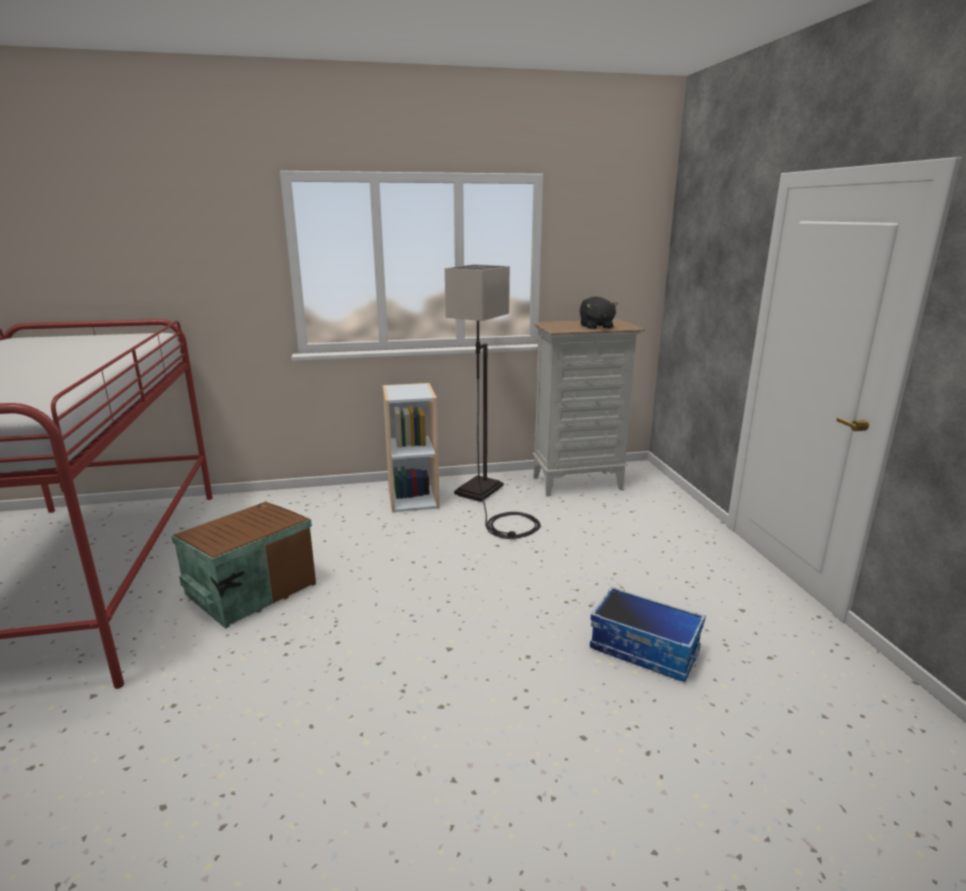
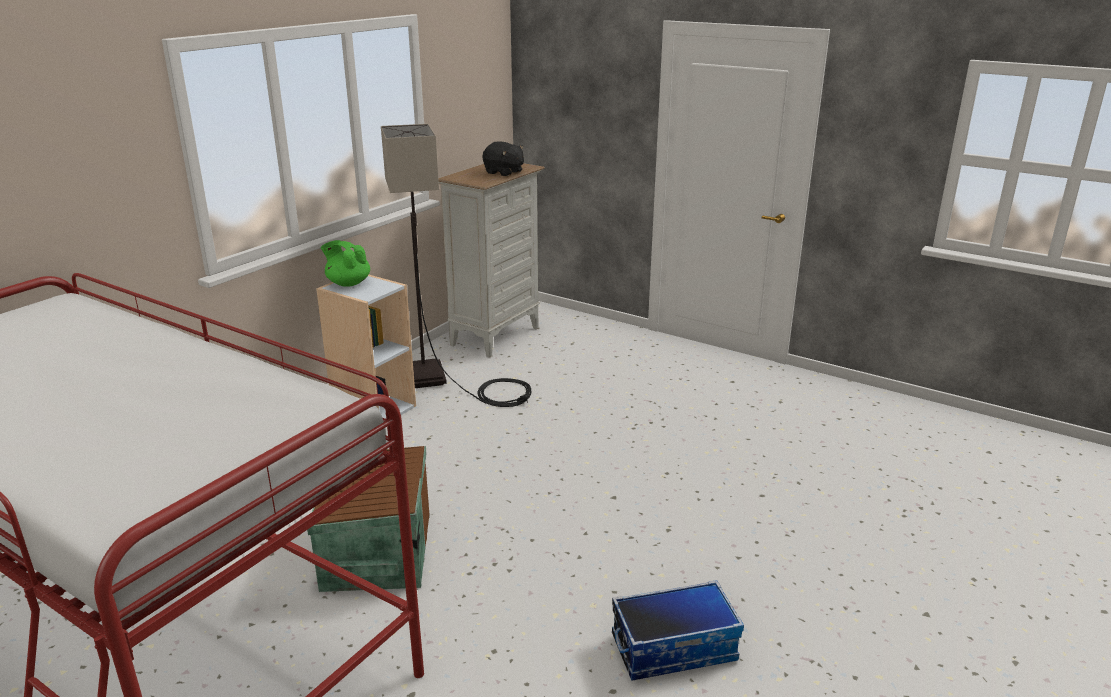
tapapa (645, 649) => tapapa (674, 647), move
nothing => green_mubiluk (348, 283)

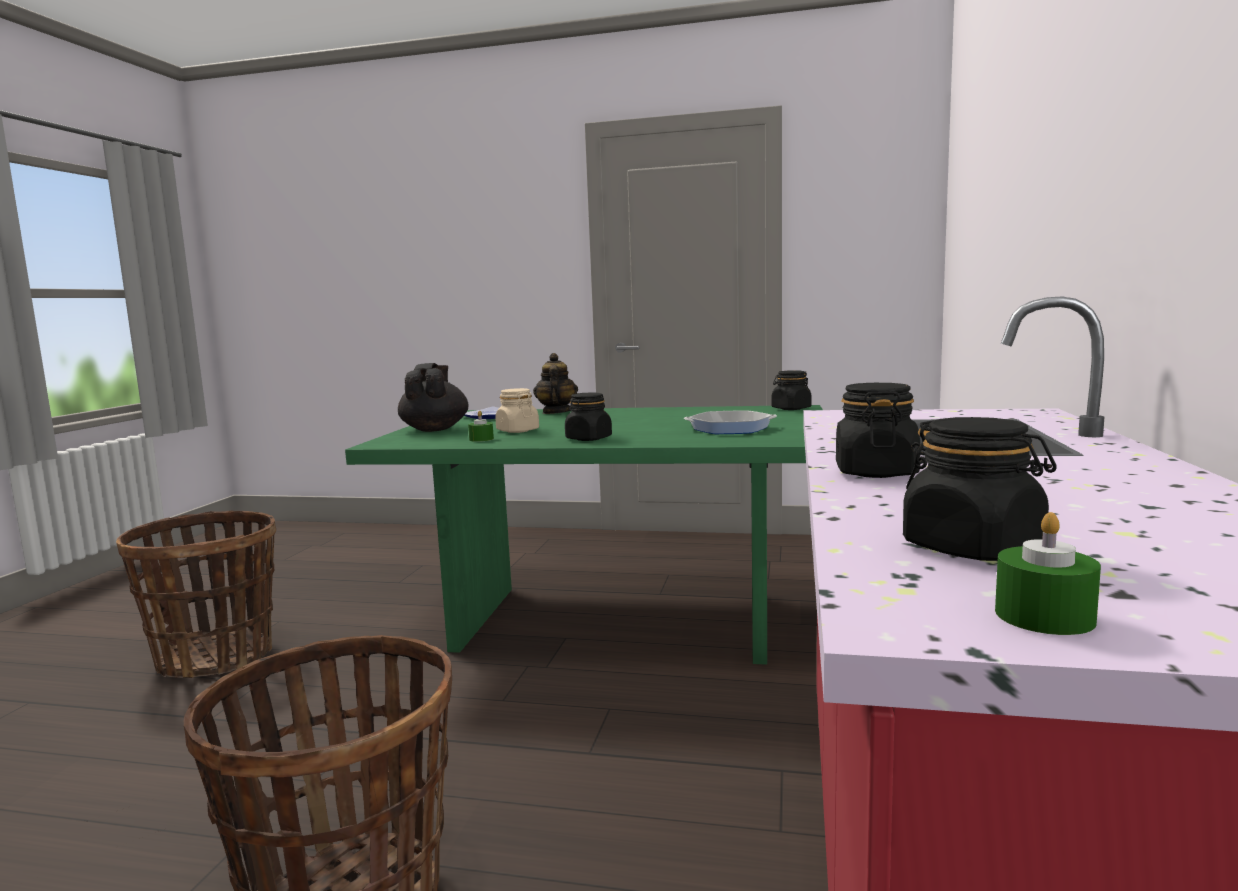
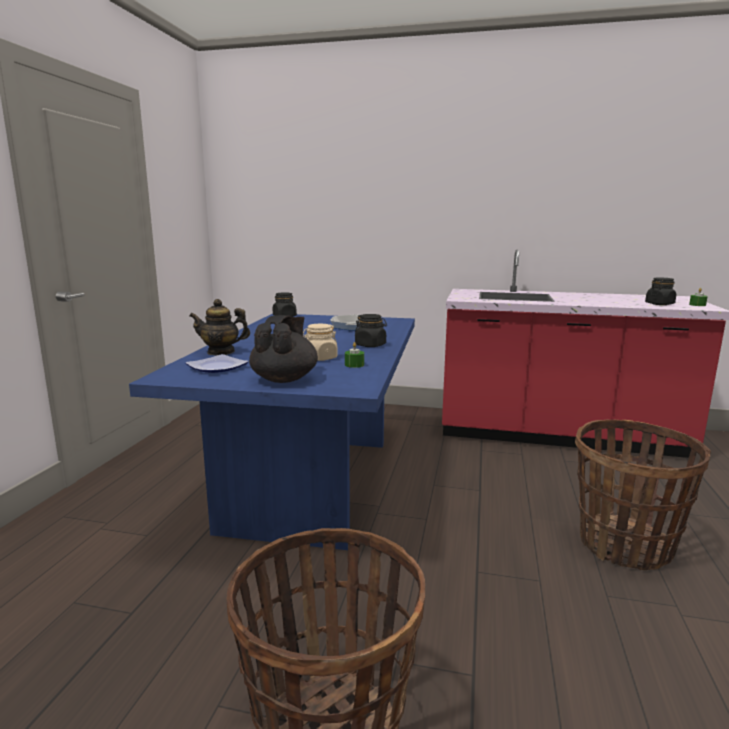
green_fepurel (618, 621) => blue_fepurel (310, 481)
black_mubiluk (435, 429) => black_mubiluk (285, 379), 105 degrees clockwise
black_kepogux (875, 472) => nothing

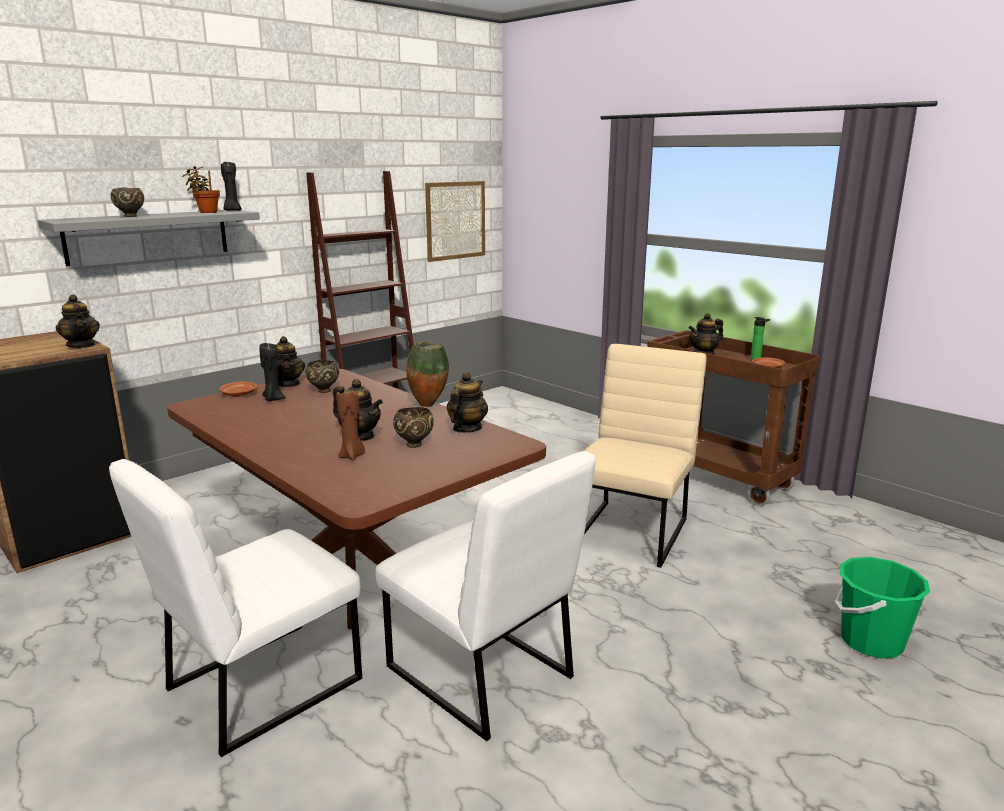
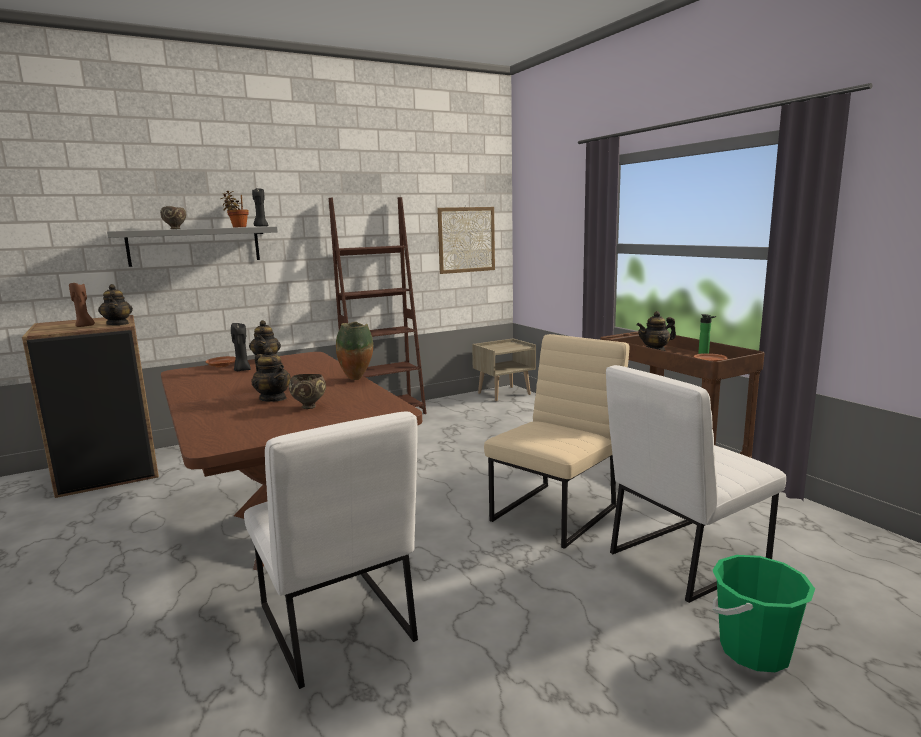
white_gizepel (258, 686) => white_gizepel (684, 558), move
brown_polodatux (323, 391) => nothing
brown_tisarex (352, 456) => brown_tisarex (84, 326), move
mubiluk (466, 428) => nothing
nothing => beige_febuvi (504, 393)

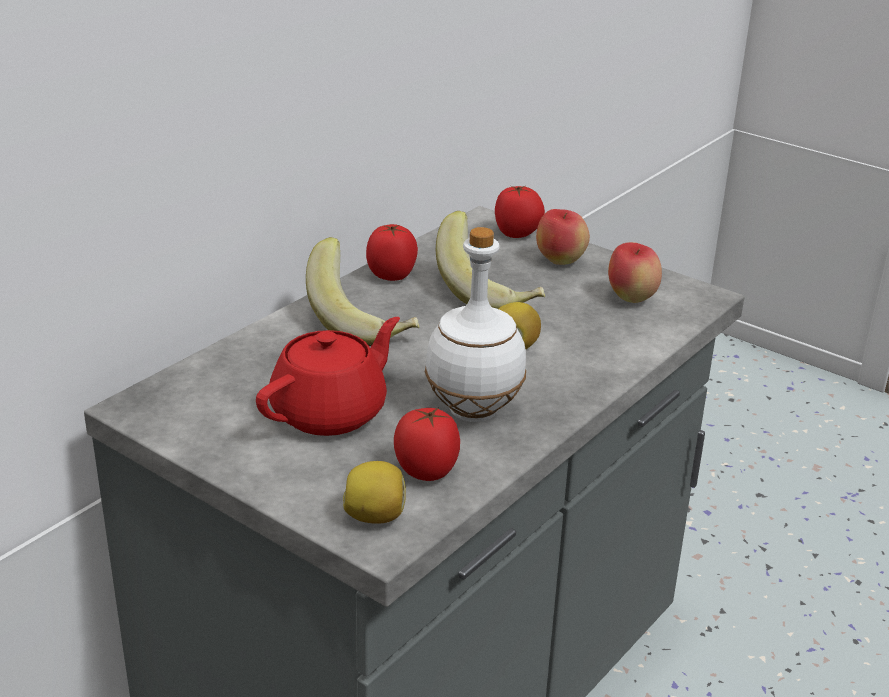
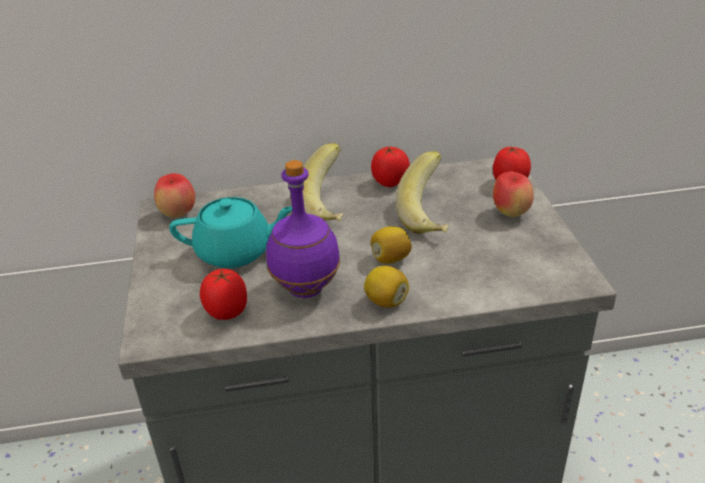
red_mubiluk (331, 412) => turquoise_mubiluk (236, 252)
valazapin (375, 516) => valazapin (386, 301), move
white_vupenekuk (473, 410) => purple_vupenekuk (306, 288)
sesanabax (631, 299) => sesanabax (178, 214), move

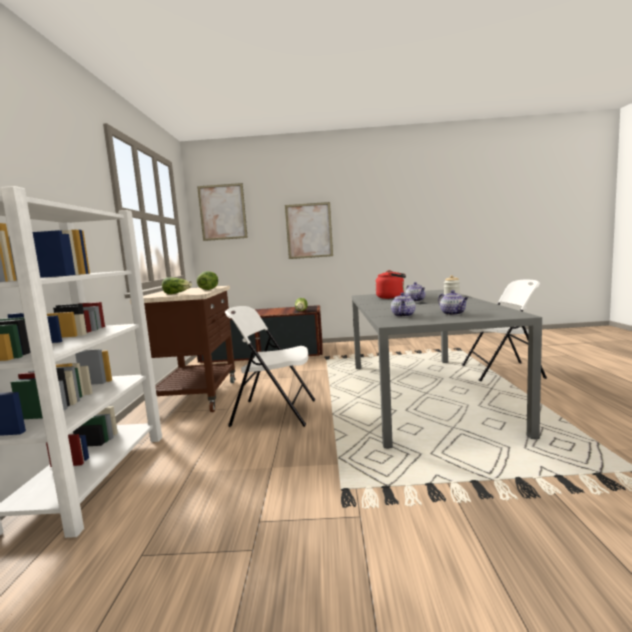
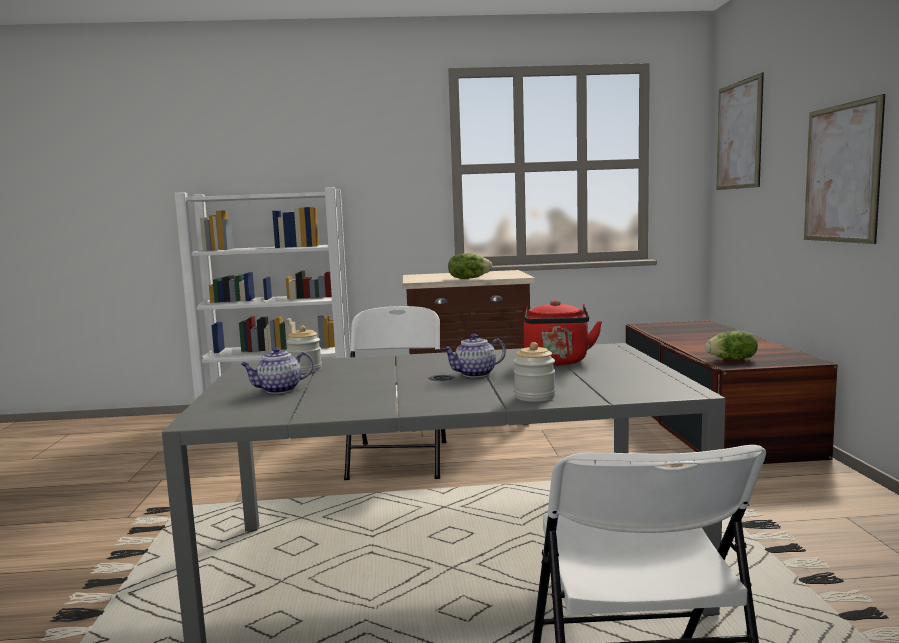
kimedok (177, 293) => nothing
mubiluk (403, 315) => kepogux (305, 370)

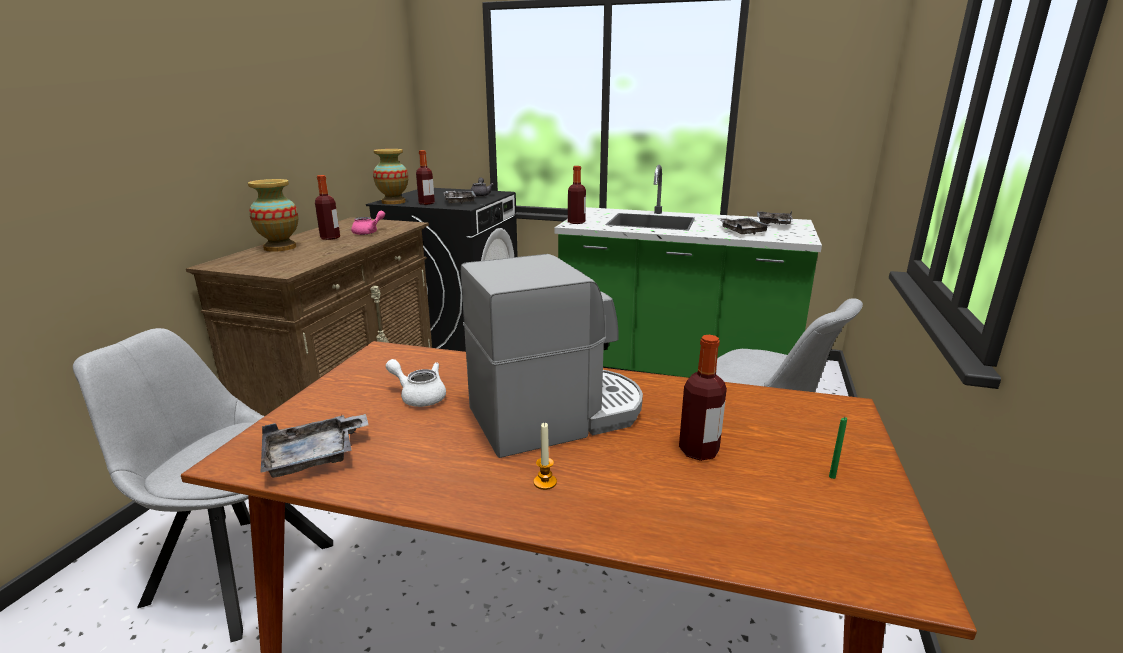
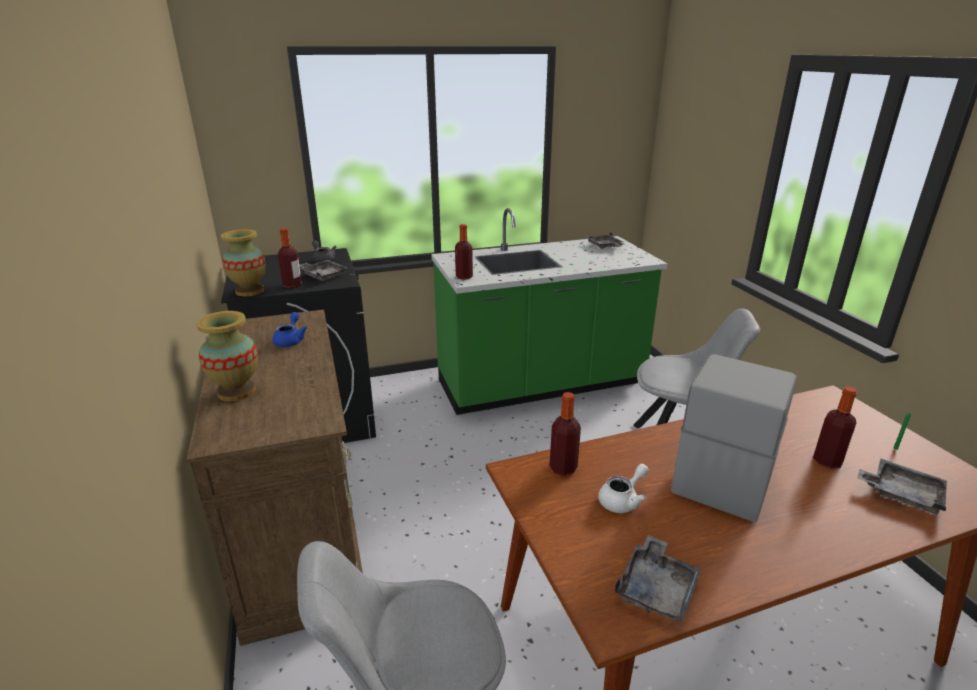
vupenekuk (330, 238) => vupenekuk (563, 468), move
pink_mubiluk (369, 232) => blue_mubiluk (291, 340)
white_mubiluk (419, 396) => white_mubiluk (623, 500), 150 degrees clockwise
tisarex (545, 482) => nothing
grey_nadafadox (742, 231) => grey_nadafadox (901, 494), move

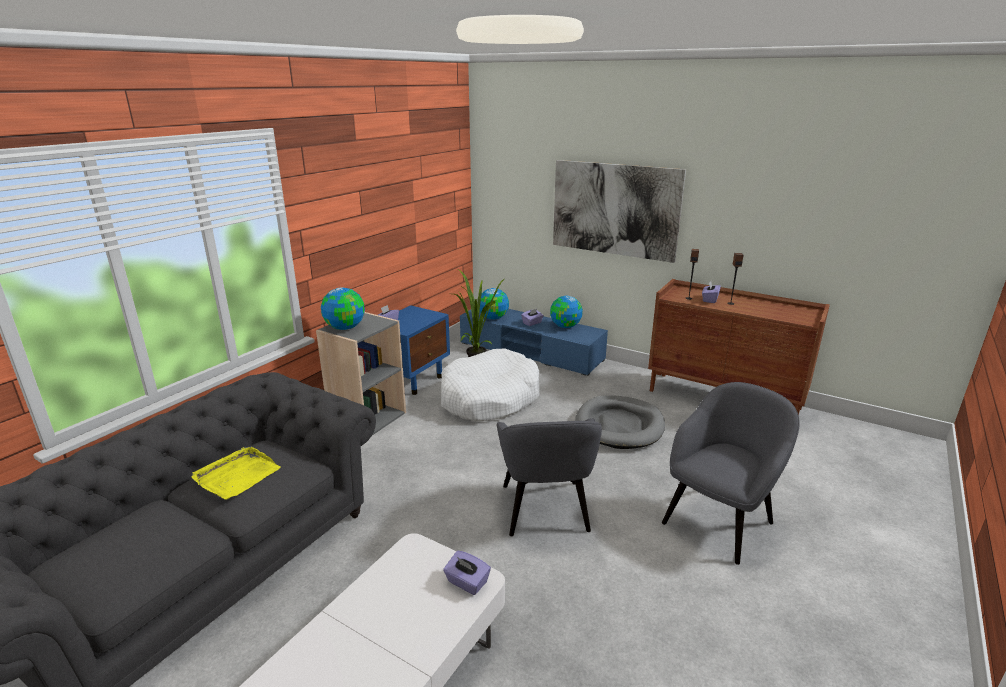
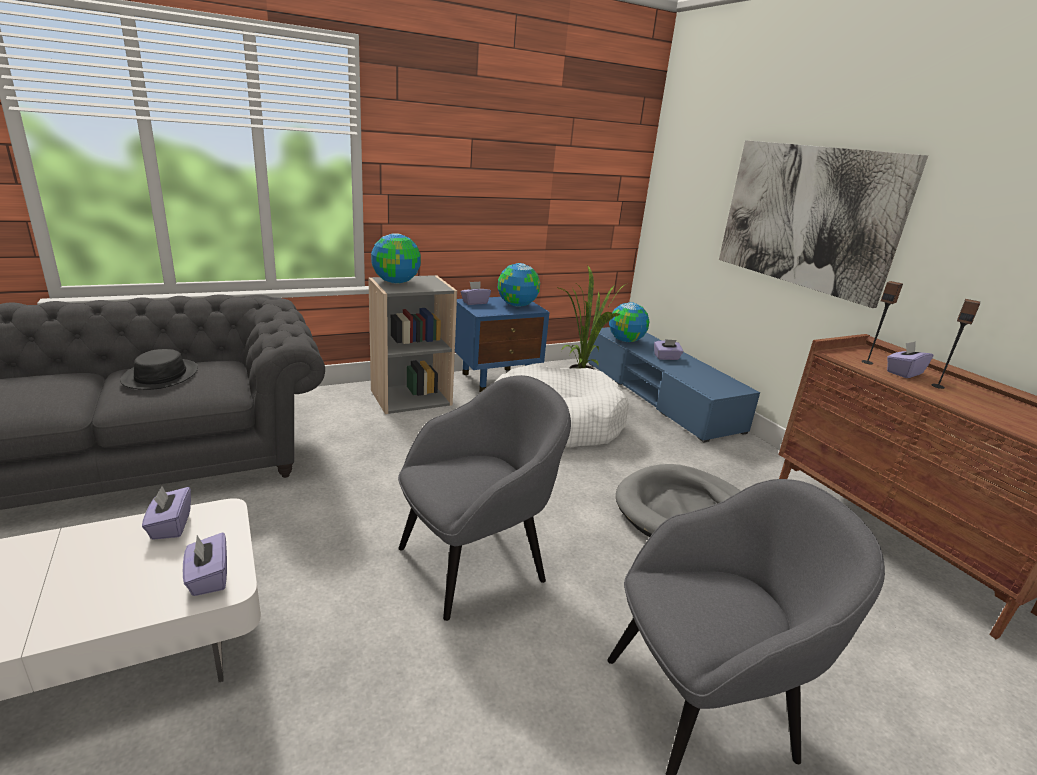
yellow_nadafadox (236, 476) => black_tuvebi (161, 375)
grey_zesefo (545, 509) => grey_zesefo (474, 562), 150 degrees counterclockwise
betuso (565, 326) => betuso (516, 305), move
nothing => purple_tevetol (170, 526)

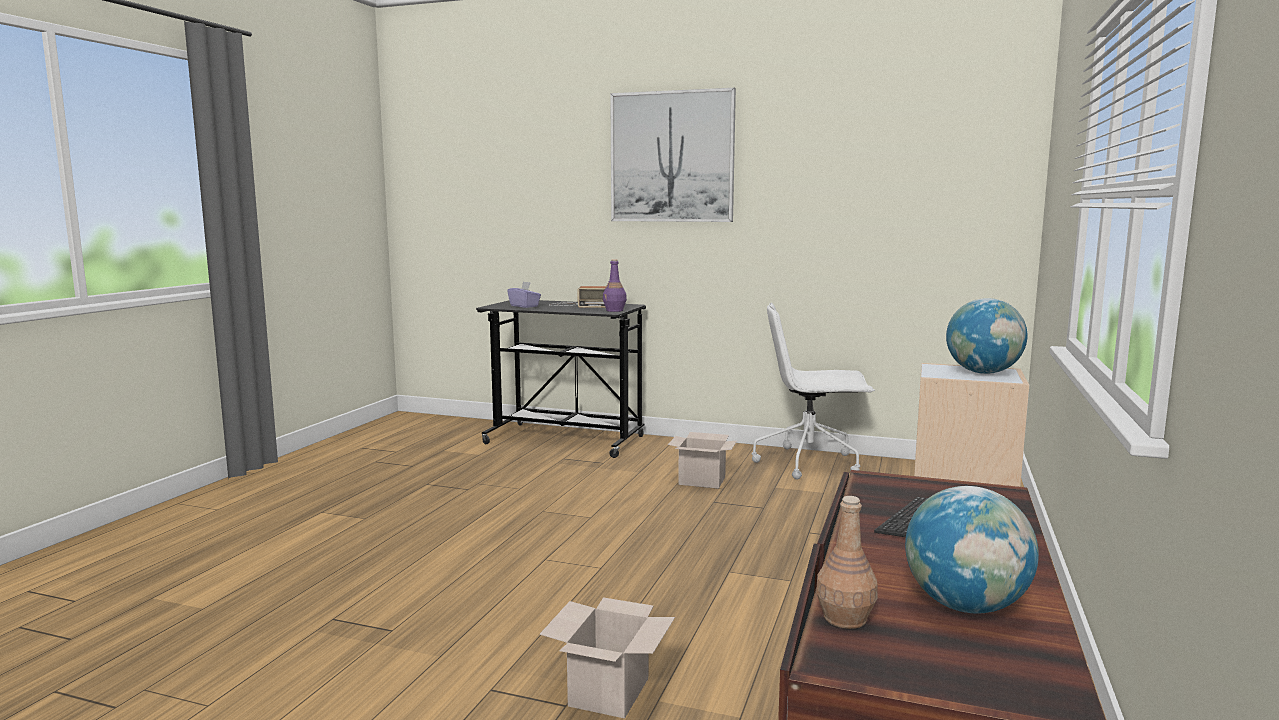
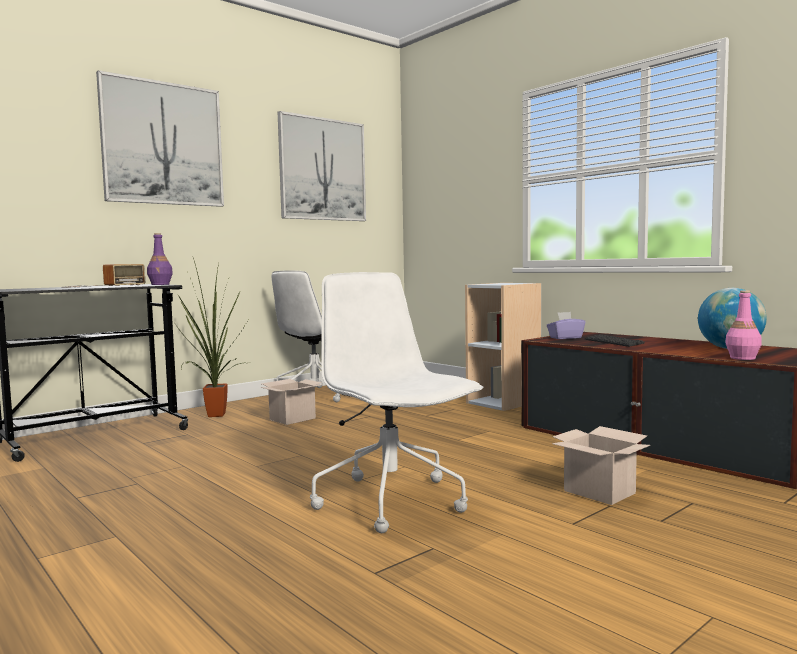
purple_tevetol (524, 306) => purple_tevetol (565, 338), move
brown_vupenekuk (844, 618) => pink_vupenekuk (742, 358)
betuso (983, 373) => nothing
nothing => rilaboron (213, 415)
nothing => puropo (322, 169)
nothing => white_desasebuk (394, 504)

